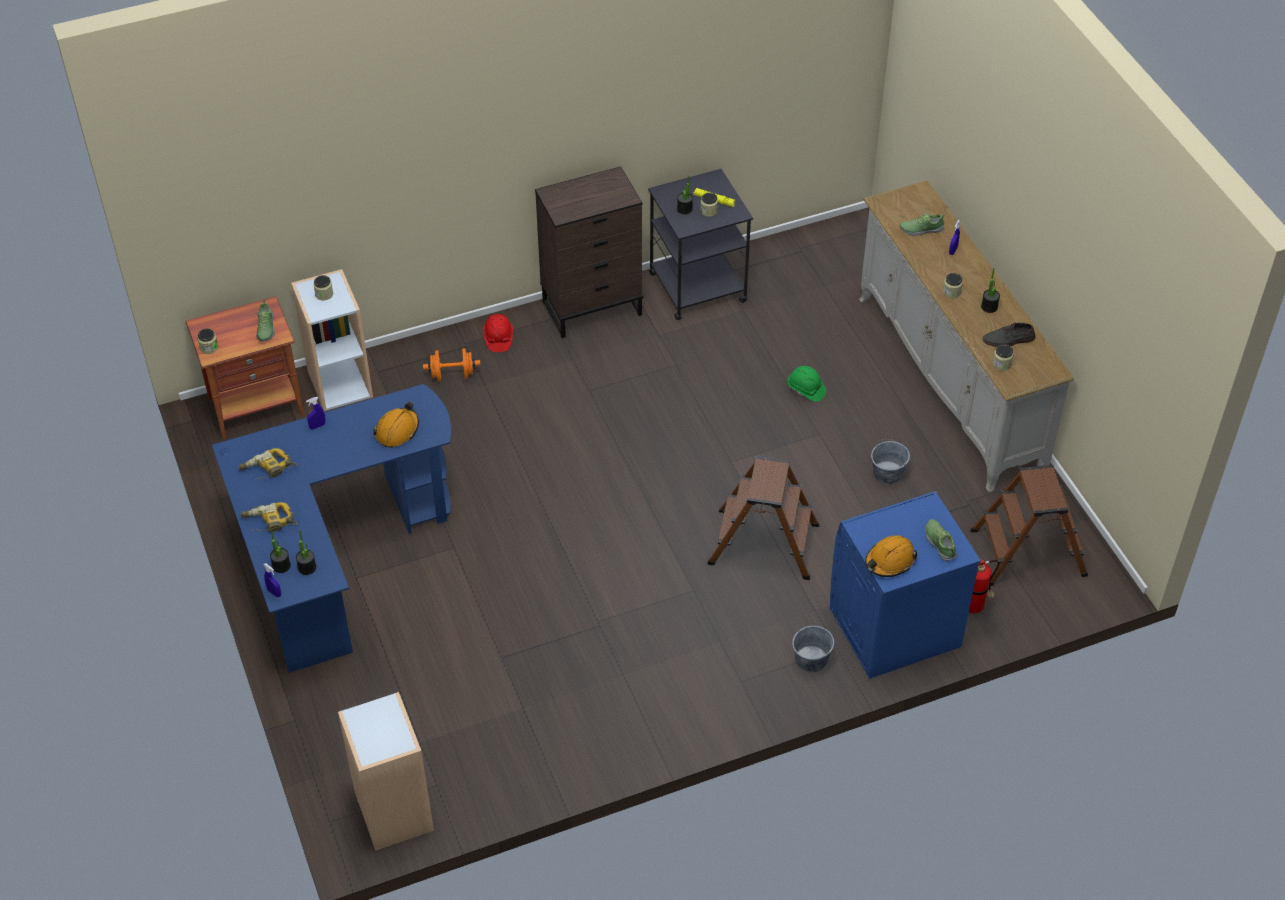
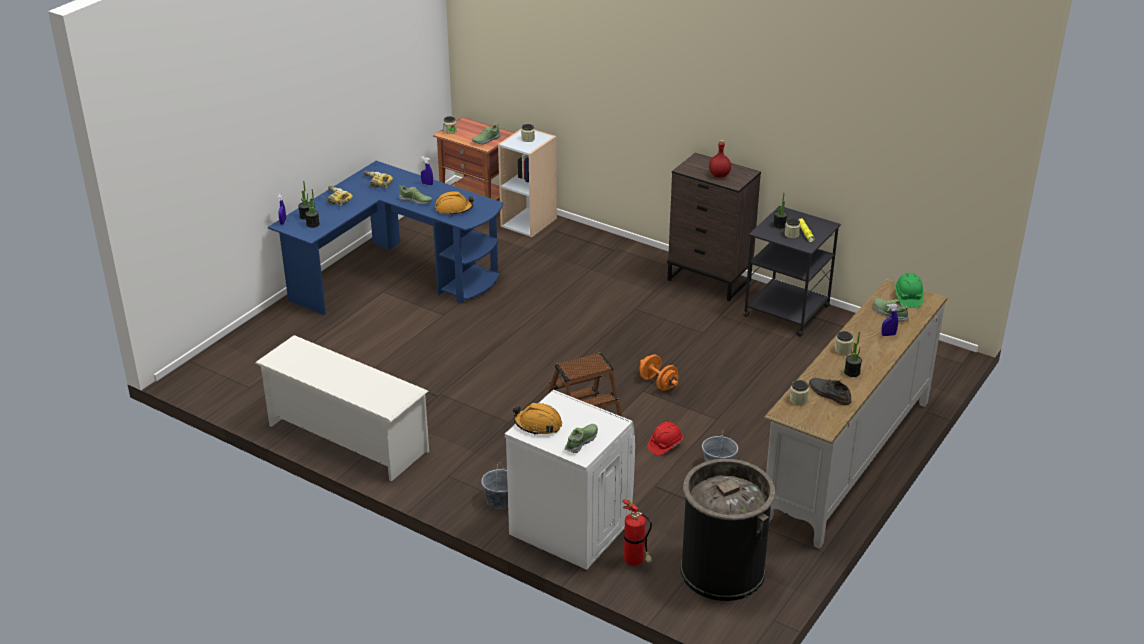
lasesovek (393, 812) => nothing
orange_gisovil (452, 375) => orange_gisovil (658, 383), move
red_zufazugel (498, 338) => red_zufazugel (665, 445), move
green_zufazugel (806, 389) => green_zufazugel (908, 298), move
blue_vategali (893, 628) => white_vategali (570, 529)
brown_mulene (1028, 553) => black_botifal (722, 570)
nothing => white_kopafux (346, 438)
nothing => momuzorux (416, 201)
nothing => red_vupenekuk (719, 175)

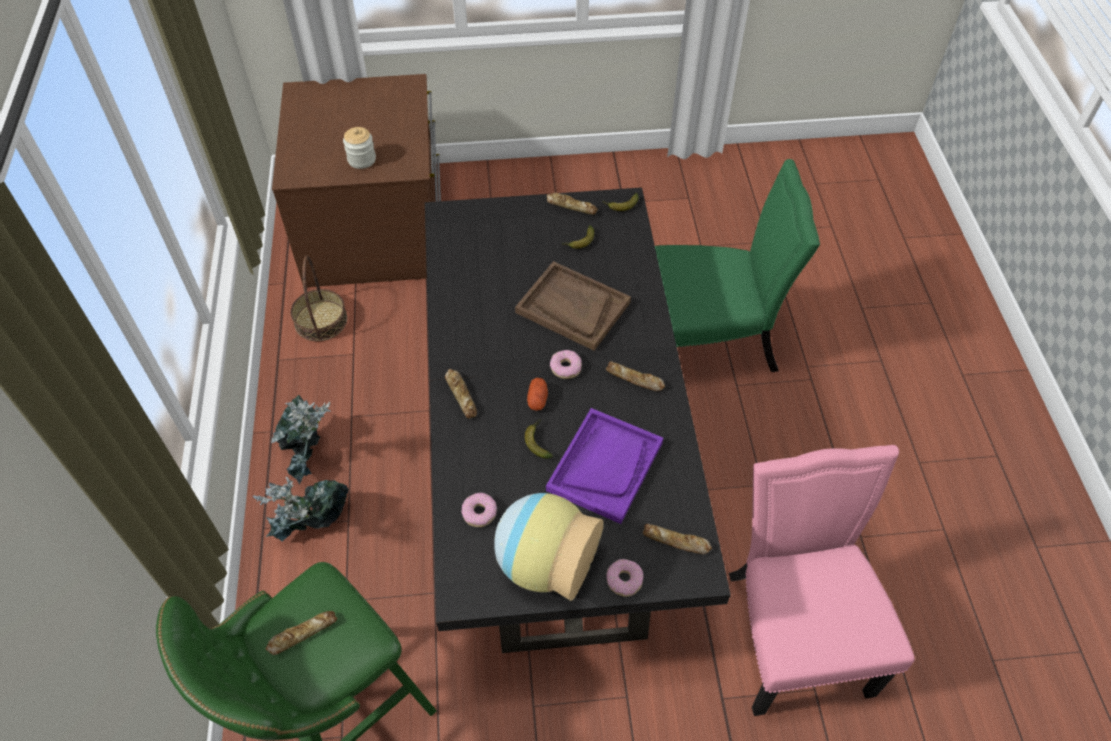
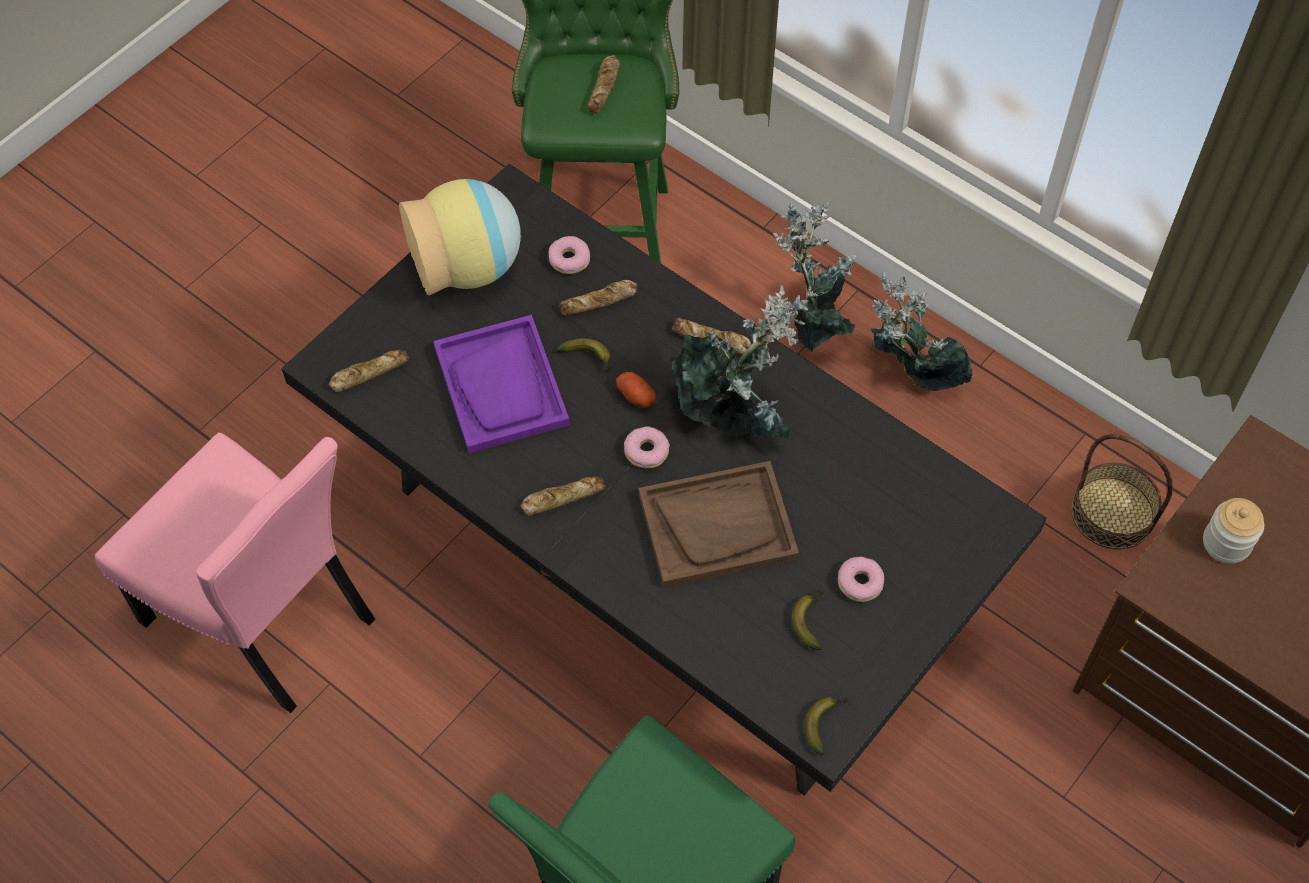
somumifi (571, 206) => somumifi (599, 302), move
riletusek (624, 580) => riletusek (859, 583), move
nothing => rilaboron (735, 416)

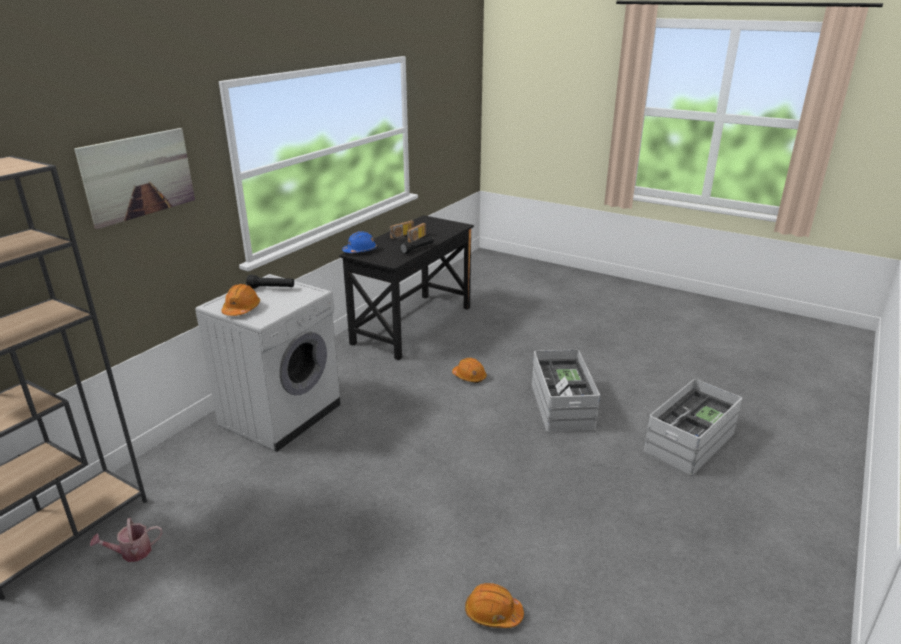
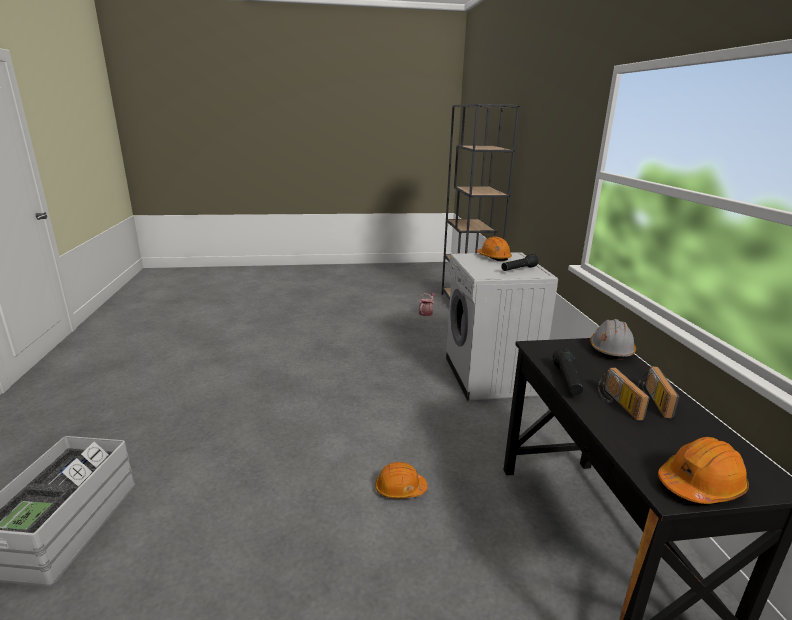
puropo (138, 176) => nothing
blue_zufazugel (360, 251) => grey_zufazugel (611, 349)
orange_zufazugel (493, 613) => orange_zufazugel (700, 485), move
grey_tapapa (563, 405) => nothing

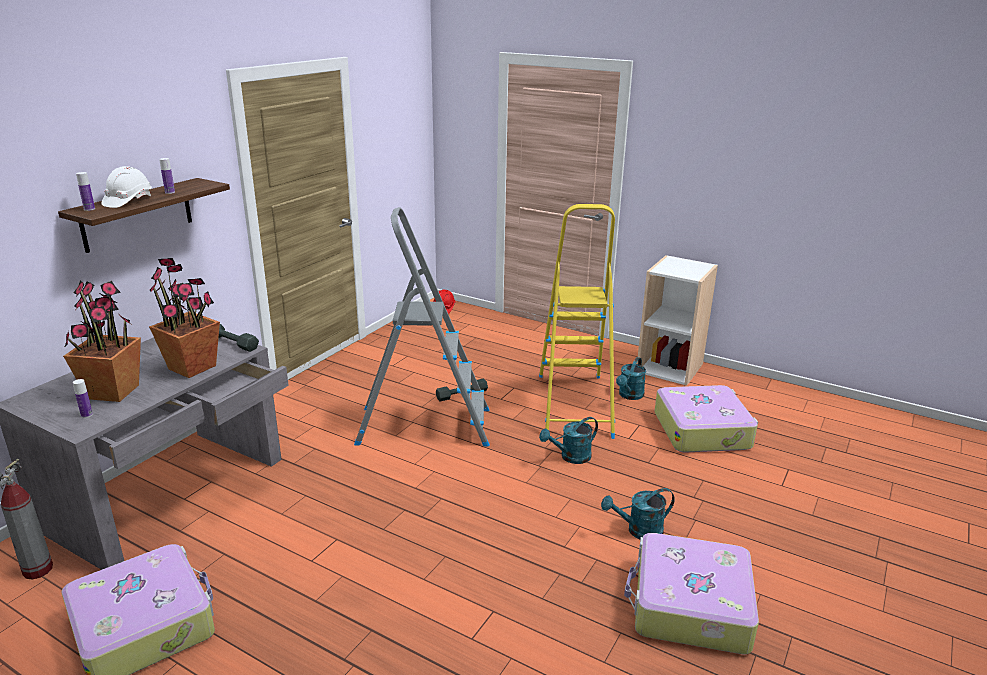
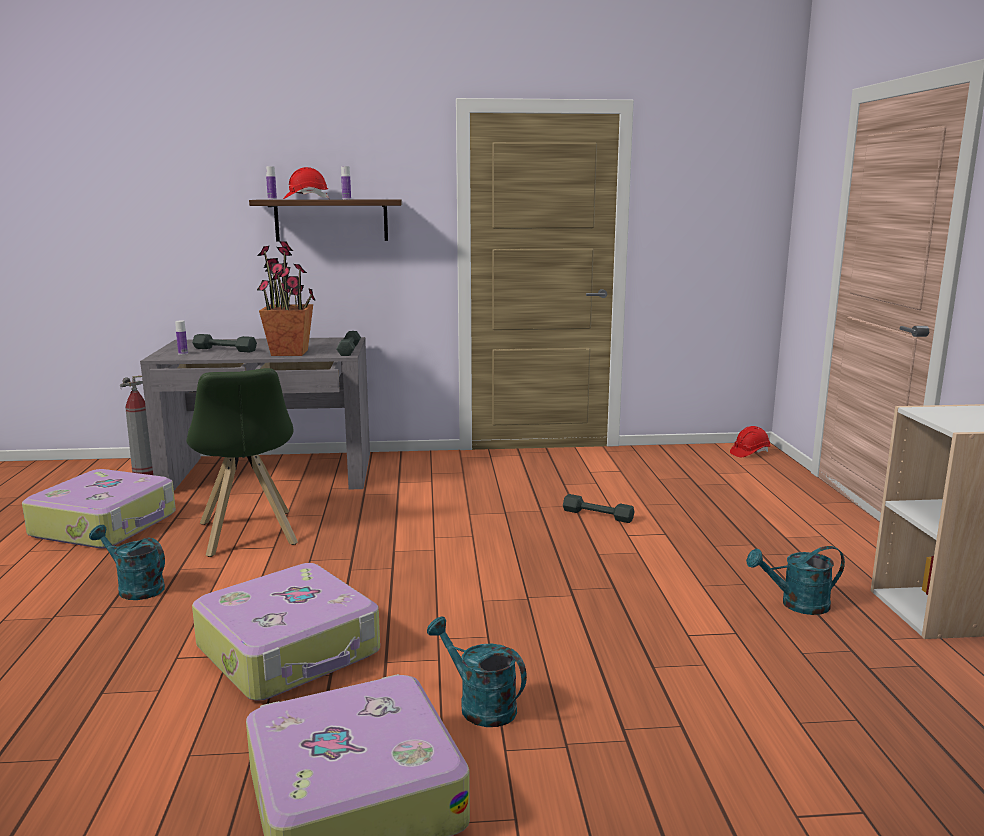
rilaboron (113, 391) => grey_gisovil (224, 350)
white_zufazugel (128, 201) => red_zufazugel (306, 199)
grey_mulene (425, 426) => nothing
yellow_mulene (574, 404) => nothing
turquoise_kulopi (571, 457) => turquoise_kulopi (135, 588), move
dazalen (702, 430) => dazalen (290, 650), move
nothing => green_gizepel (248, 533)

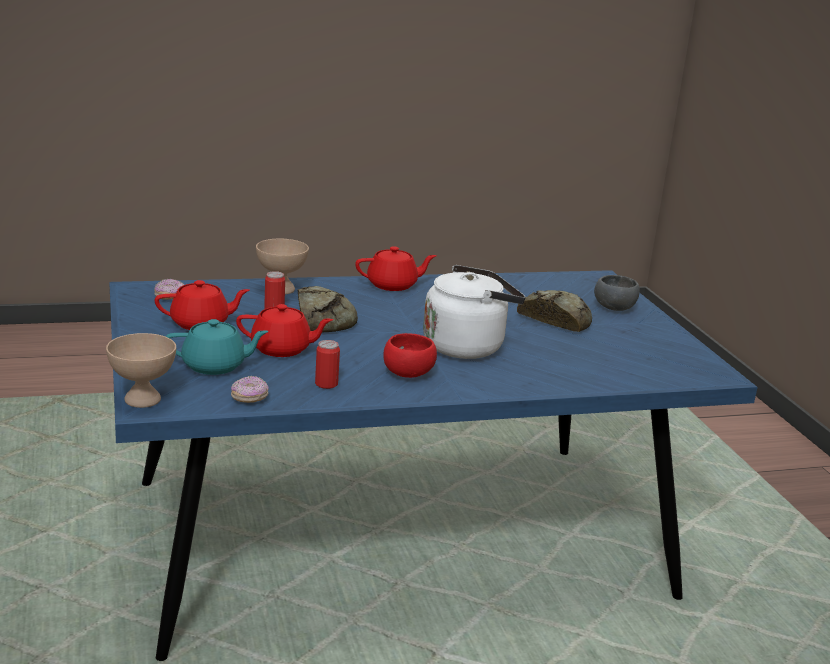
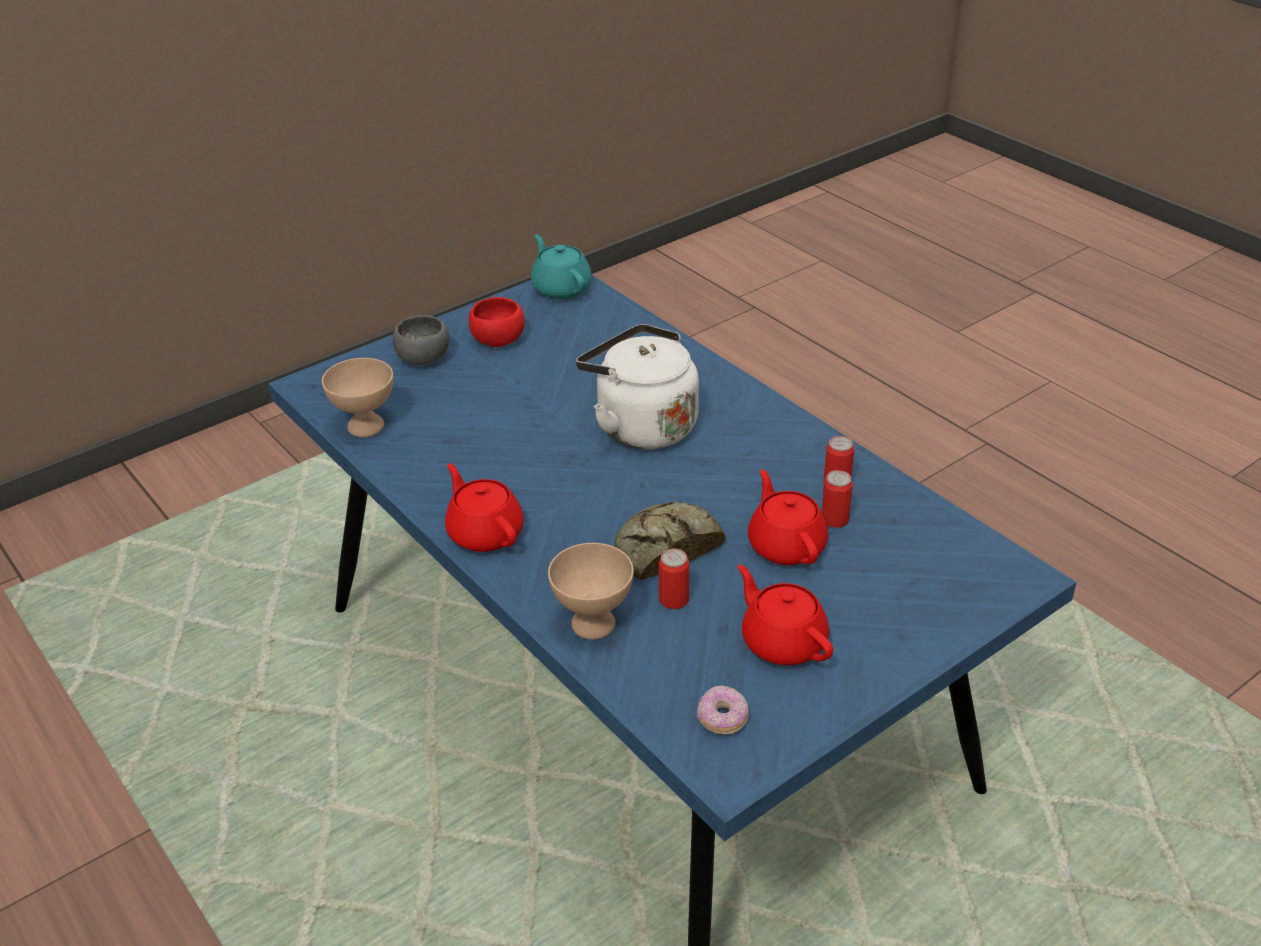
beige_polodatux (142, 399) => beige_polodatux (364, 427), move
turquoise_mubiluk (215, 366) => turquoise_mubiluk (561, 288), move
riletusek (249, 398) => nothing
red_polodatux (409, 374) => red_polodatux (497, 339), move
somumifi (555, 319) => nothing
nothing => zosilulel (834, 519)

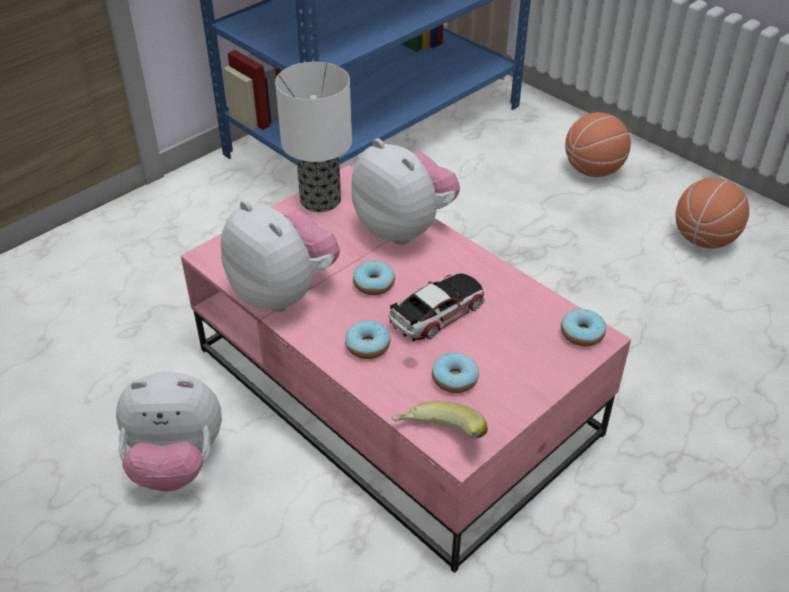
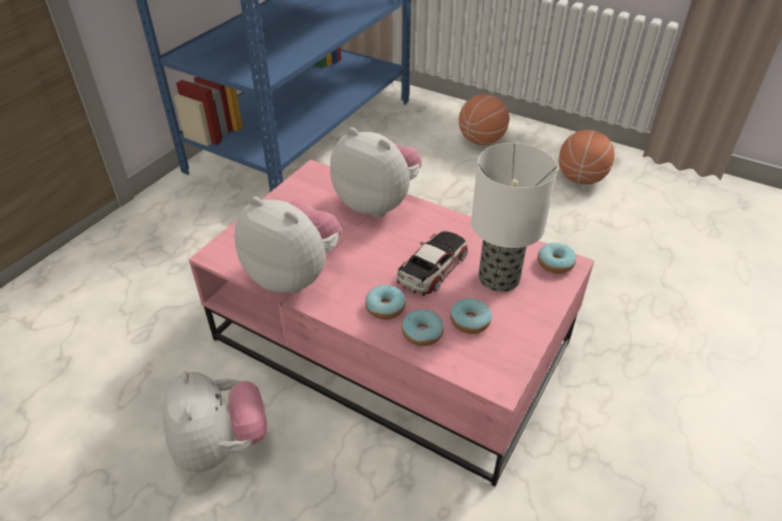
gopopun (176, 462) => gopopun (221, 445), 90 degrees counterclockwise
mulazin (321, 201) => mulazin (500, 279), move
riletusek (374, 284) => riletusek (422, 333), move
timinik (438, 439) => nothing

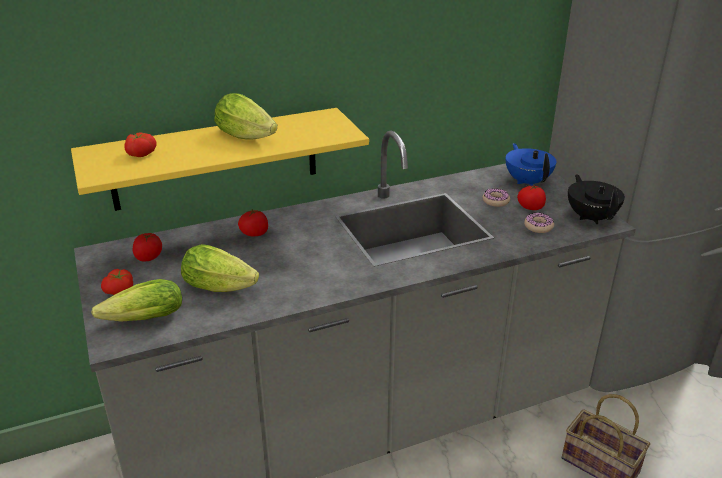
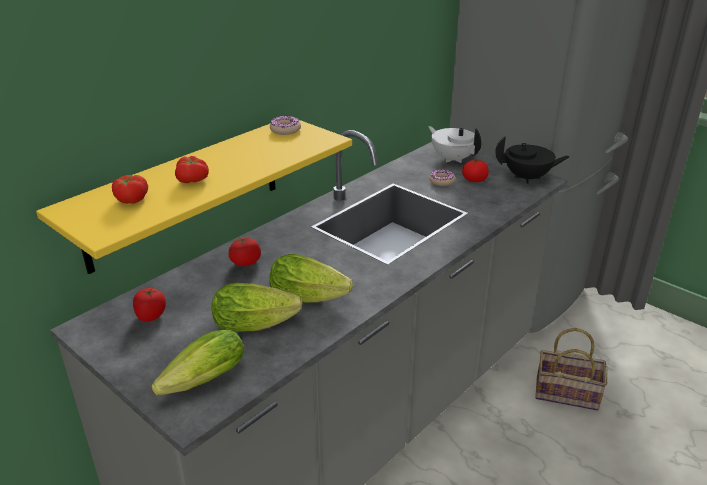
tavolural (120, 291) => tavolural (193, 180), move
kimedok (248, 136) => kimedok (312, 297), move
blue_mubiluk (527, 181) => white_mubiluk (452, 159)
riletusek (538, 227) => riletusek (285, 130), move
black_mubiluk (591, 217) => black_mubiluk (527, 178), 135 degrees clockwise

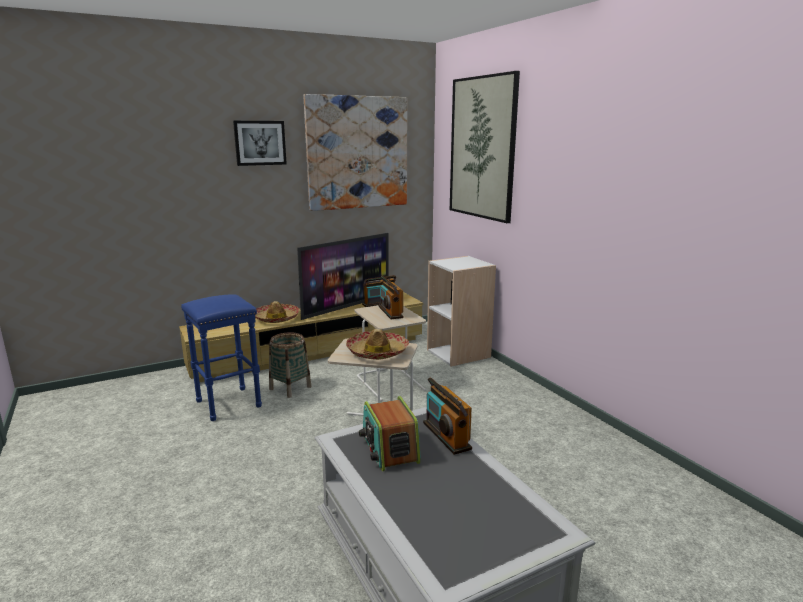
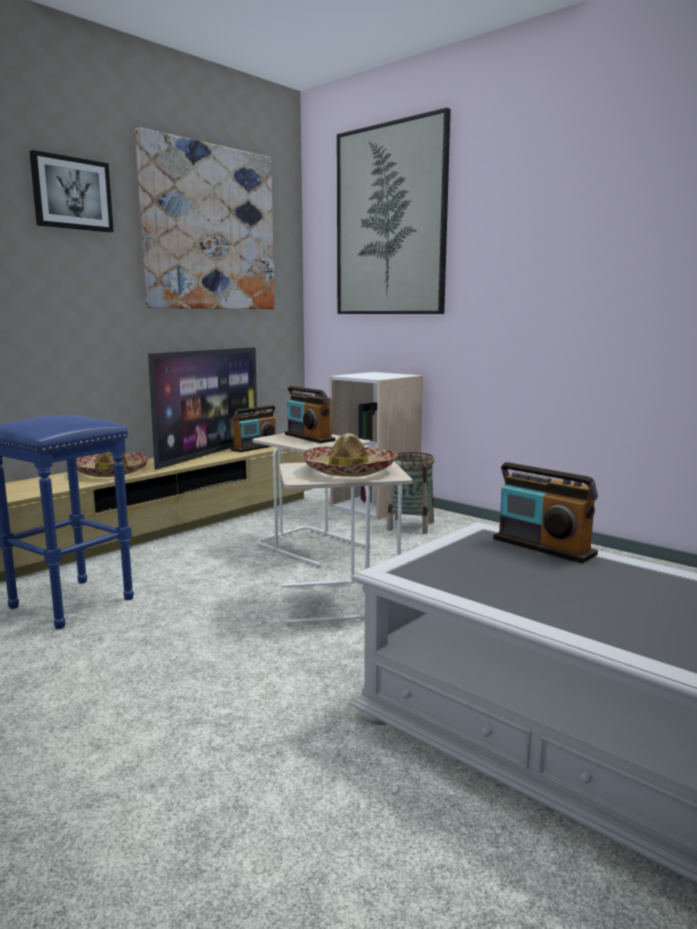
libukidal (290, 388) => libukidal (410, 526), move
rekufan (389, 449) => nothing

